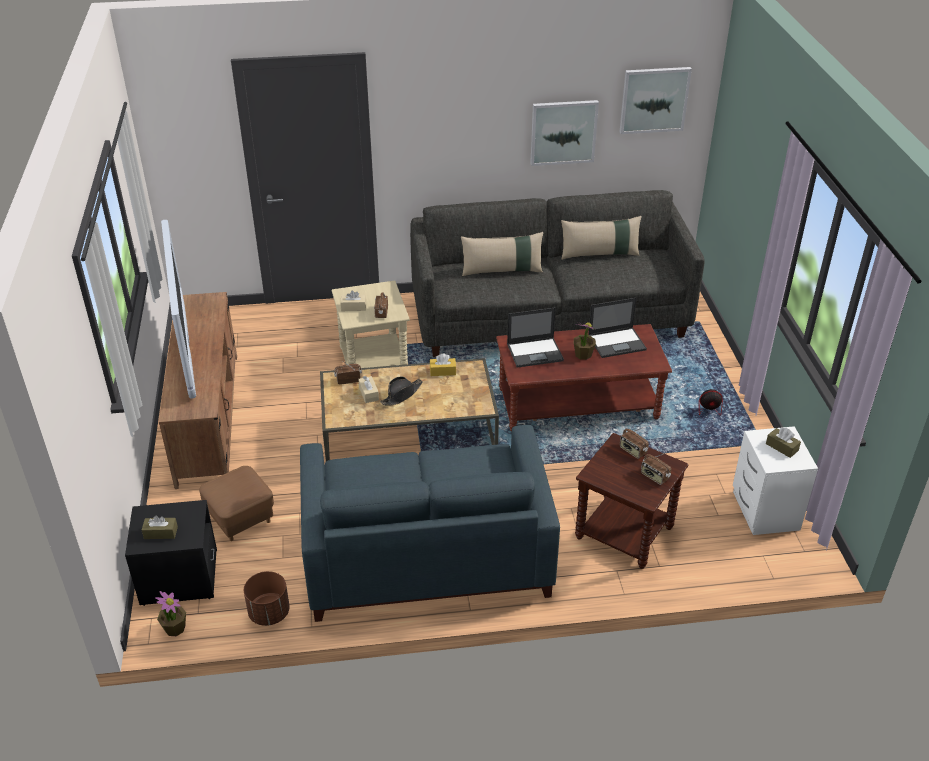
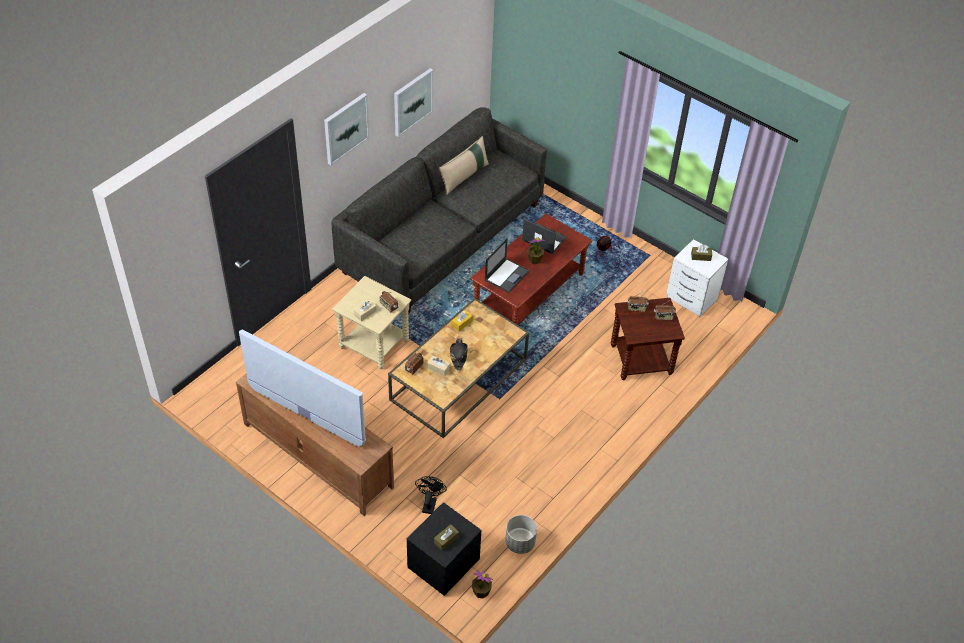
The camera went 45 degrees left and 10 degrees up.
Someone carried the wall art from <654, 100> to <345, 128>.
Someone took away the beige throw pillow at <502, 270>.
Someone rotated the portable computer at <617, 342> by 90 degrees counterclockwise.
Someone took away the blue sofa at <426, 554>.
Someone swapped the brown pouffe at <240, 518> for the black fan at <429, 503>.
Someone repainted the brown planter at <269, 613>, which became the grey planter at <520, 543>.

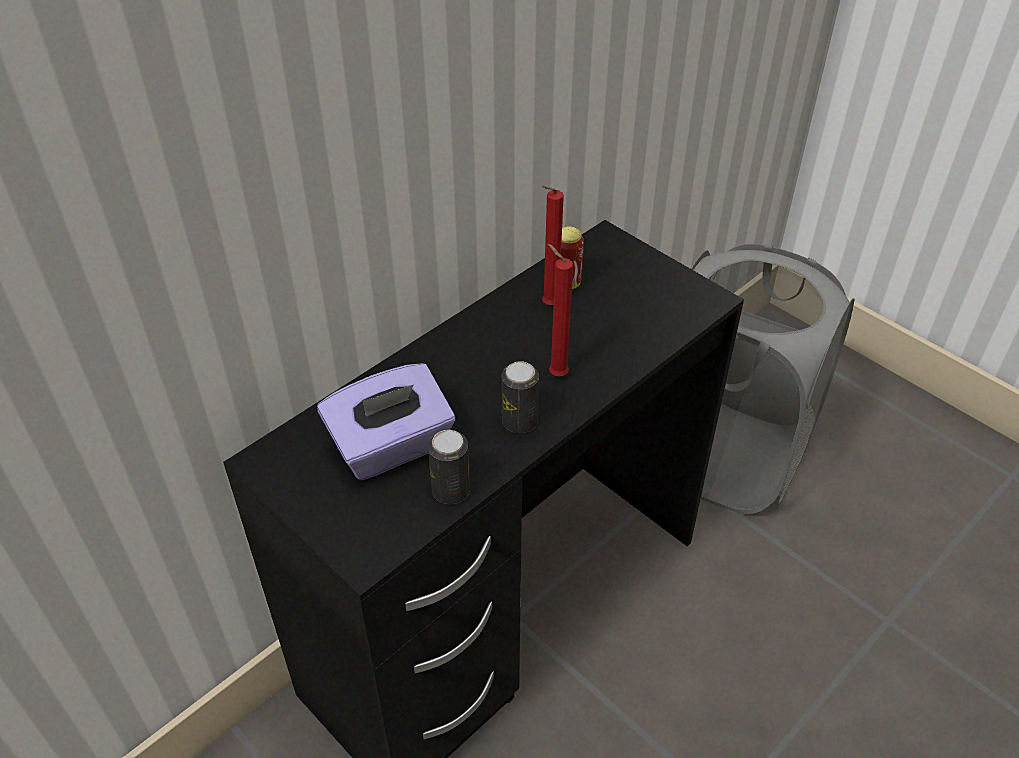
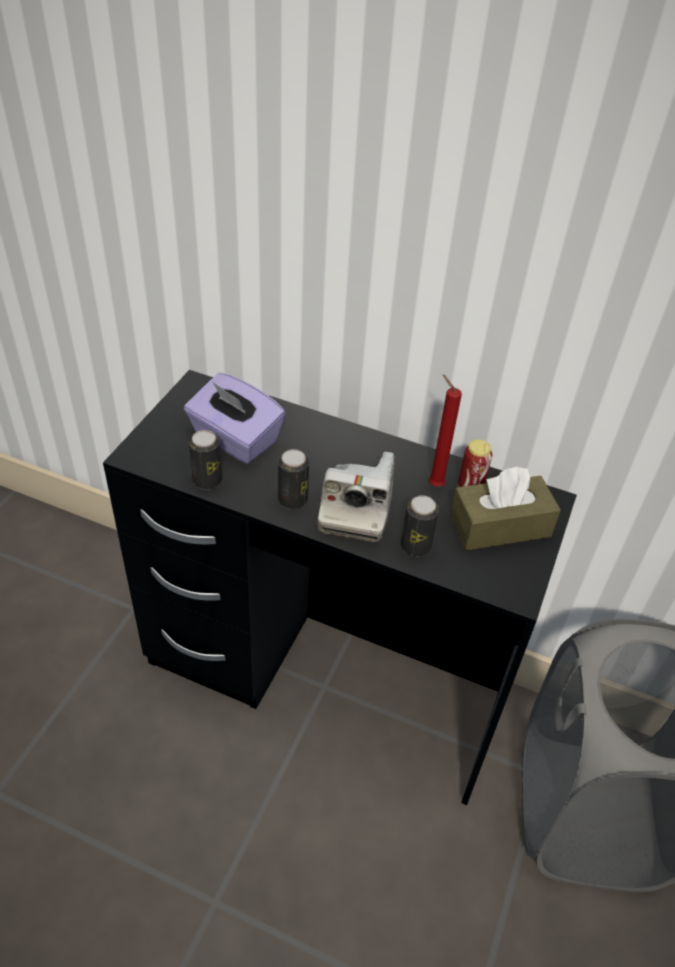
The camera went 65 degrees right and 0 degrees up.
Someone swapped the red-coloured wax light at <555, 374> for the still camera at <356, 508>.
Someone put down the brown box of tissues at <500, 525>.
Someone put down the sealed can at <415, 546>.

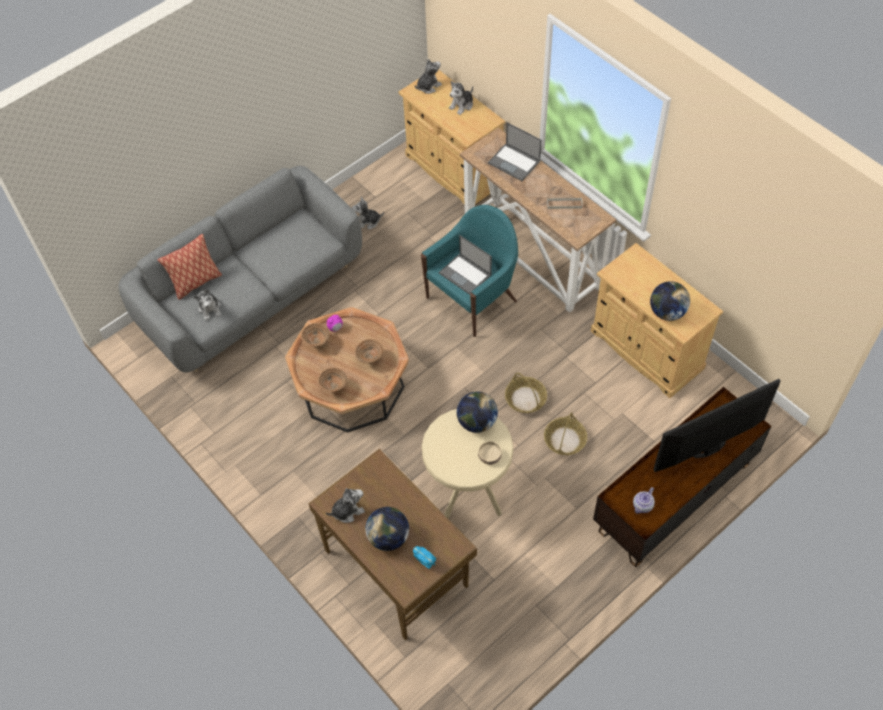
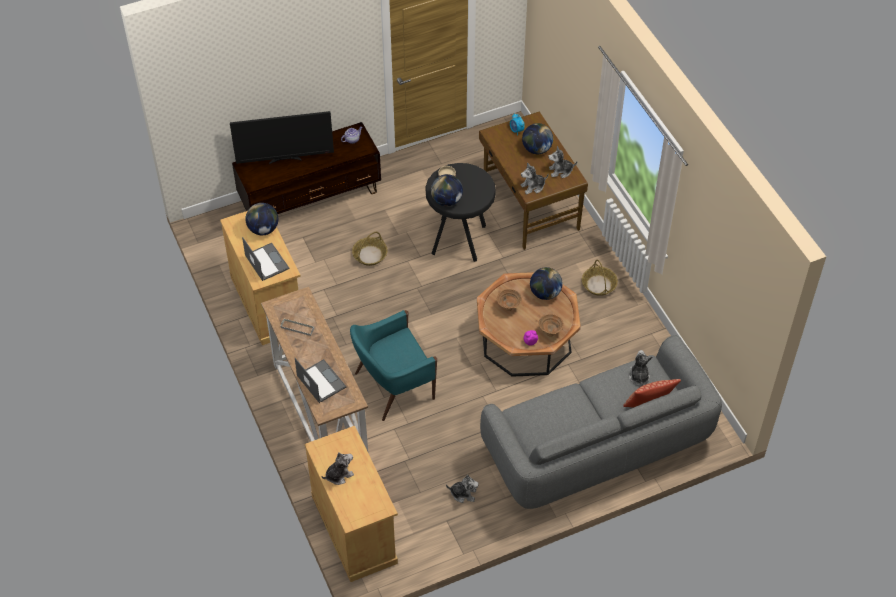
The camera went 165 degrees left and 5 degrees down.
Someone carried the plush toy from <428, 86> to <533, 186>.
Someone carried the portable computer from <465, 274> to <266, 262>.
Someone swapped the brown deep dish at <334, 388> for the desk globe at <545, 293>.
Someone carried the storage basket from <525, 399> to <599, 285>.
Someone repainted the beige sitting stool at <468, 492>, which became the black sitting stool at <460, 239>.

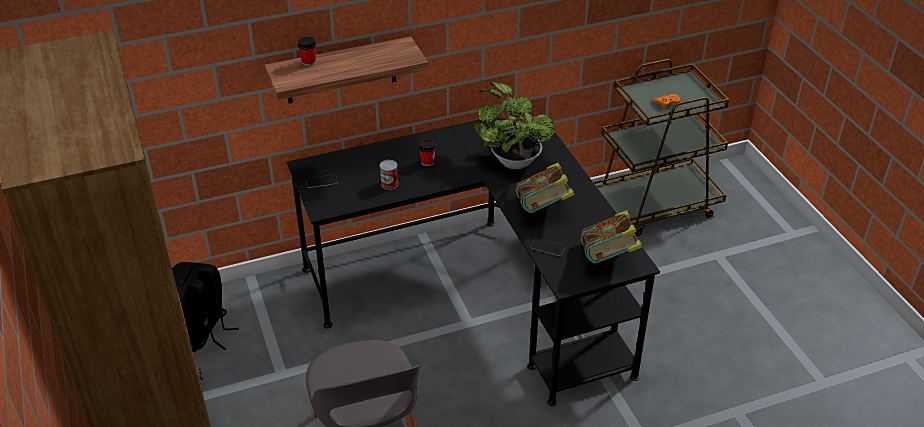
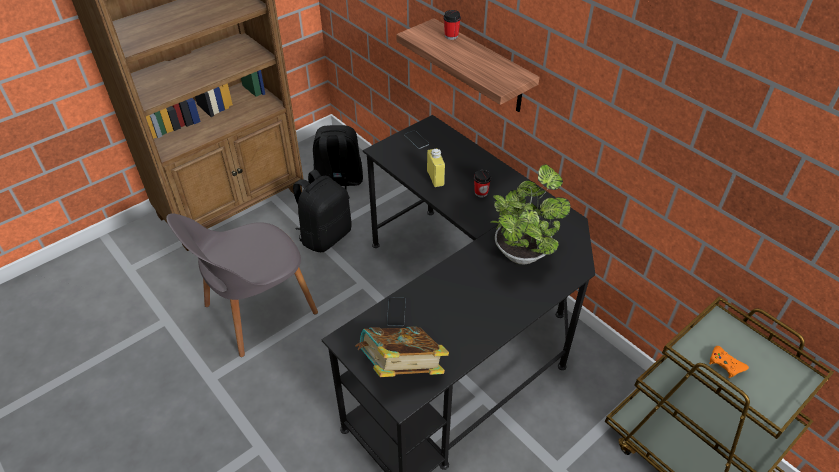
The camera went 70 degrees right and 5 degrees up.
Someone swapped the sealed can at <389, 184> for the yellowish beverage bottle at <435, 178>.
Someone took away the book at <543, 208>.
Someone put down the black knapsack at <325, 236>.

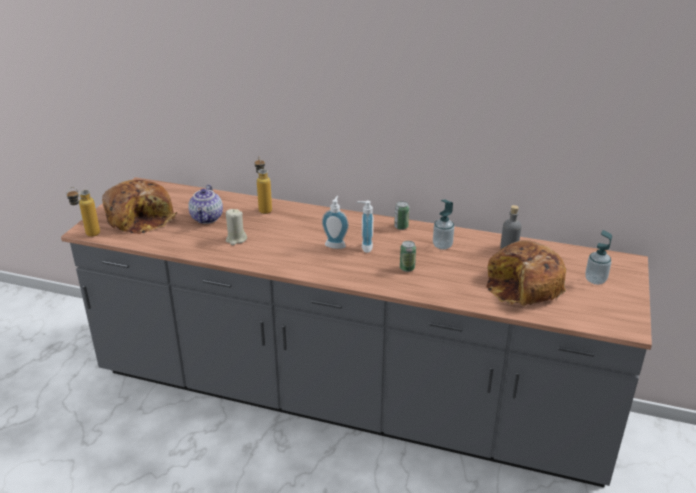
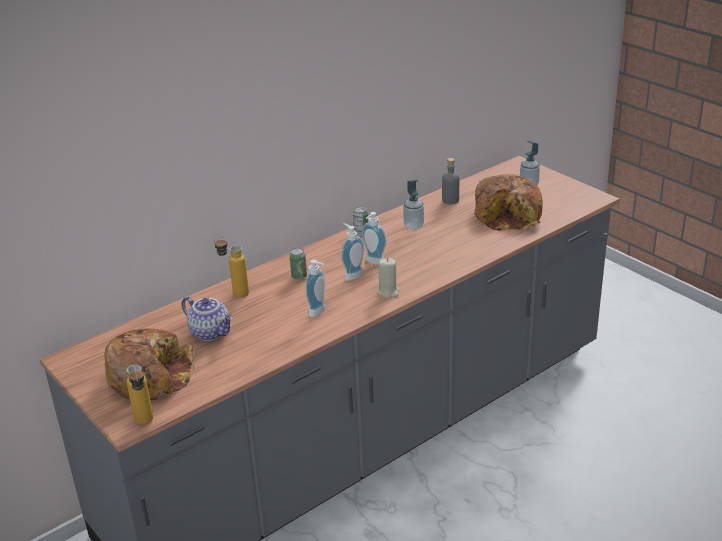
The camera went 55 degrees left and 0 degrees up.
Someone carried the beige wax light from <236, 239> to <388, 291>.
Someone carried the sealed can from <407, 268> to <299, 276>.
Someone put down the soap bottle at <319, 312>.

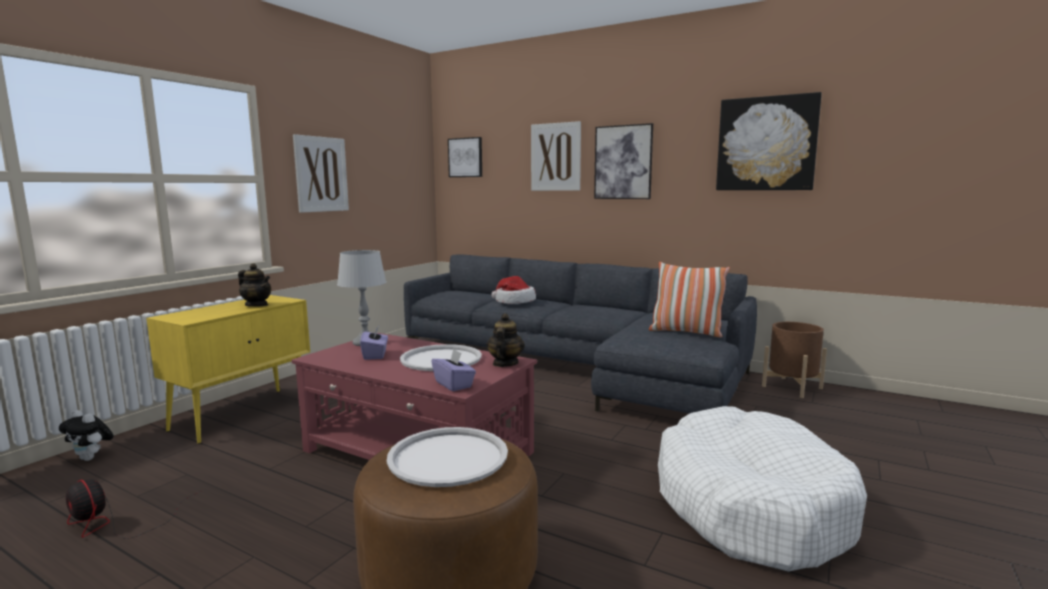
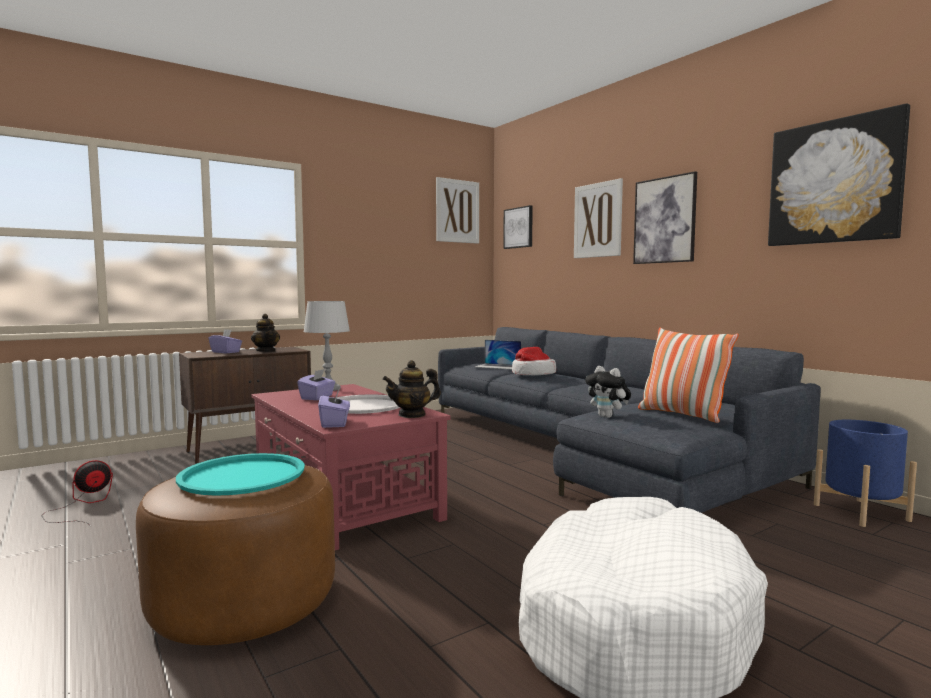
The camera went 25 degrees right and 5 degrees down.
Someone carried the wall art from <321, 174> to <457, 211>.
Someone repainted the yellowish storage cabinet at <244, 414>, which became the brown storage cabinet at <250, 449>.
Someone rotated the pot for tea at <505, 364> by 150 degrees counterclockwise.
Someone repainted the brown planter at <792, 387>, which became the blue planter at <861, 512>.
Someone carried the plush toy from <91, 458> to <608, 417>.
Someone repainted the white serving tray at <447, 457>, which became the turquoise-coloured serving tray at <242, 476>.
Someone rotated the fan at <114, 523> by 75 degrees clockwise.
Someone put down the purplish box of tissues at <226, 352>.
Someone put down the portable computer at <498, 366>.

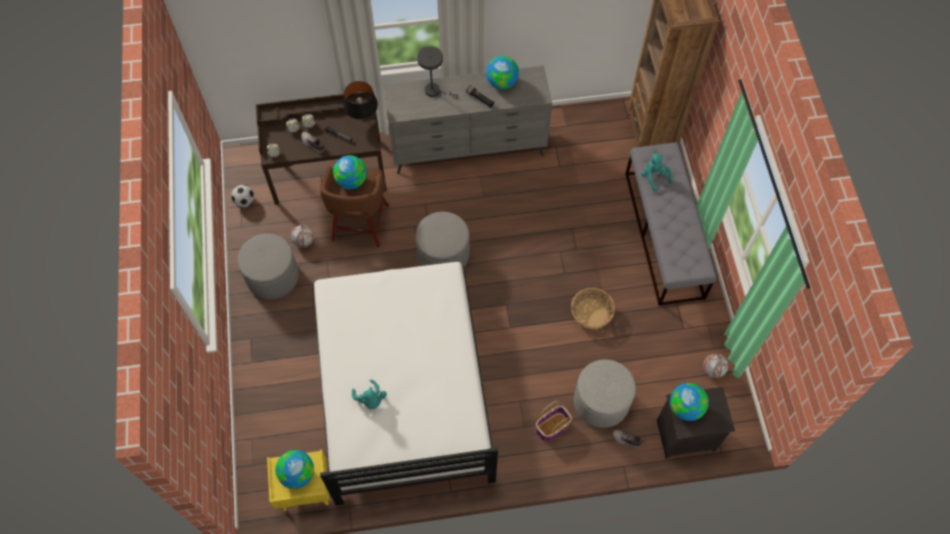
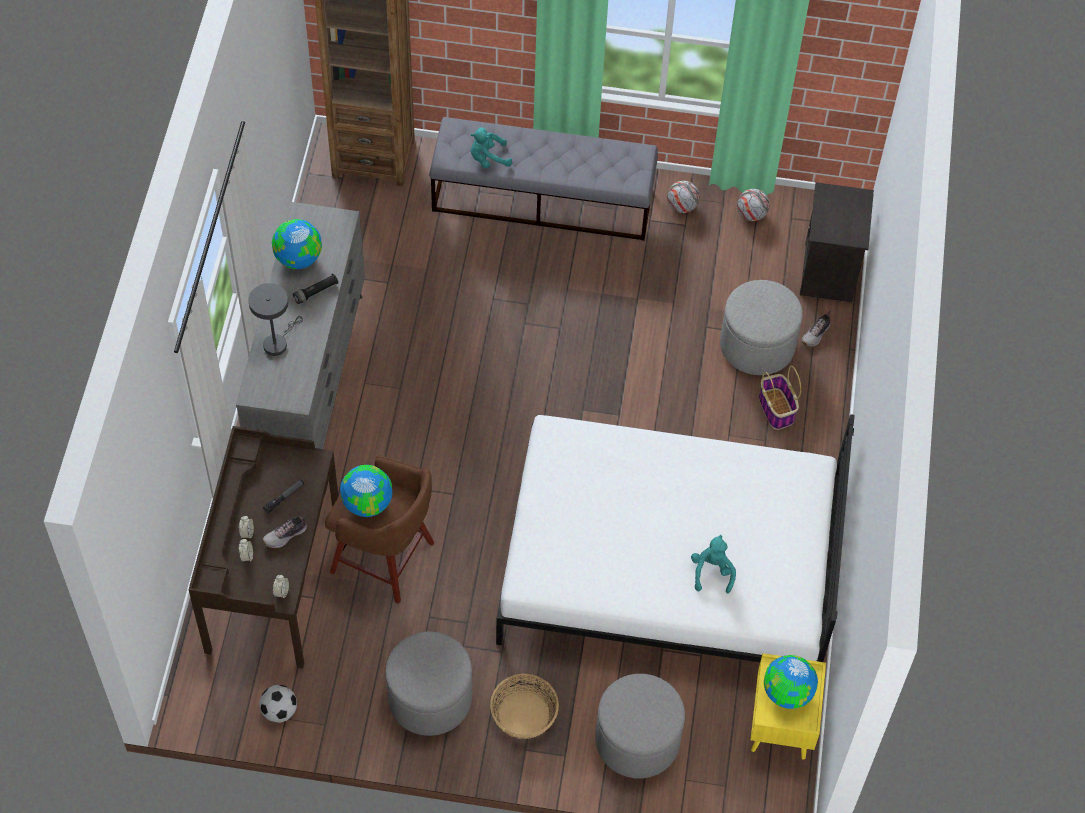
The camera went 75 degrees left and 5 degrees down.
Someone took away the black table lamp at <362, 118>.
Someone carried the grey pouffe from <443, 254> to <637, 740>.
Someone carried the ball for football from <304, 241> to <682, 206>.
Someone carried the storage basket from <591, 313> to <523, 715>.
Someone rotated the turquoise-coloured plush toy at <370, 399> by 75 degrees counterclockwise.
Someone took away the desk globe at <685, 407>.

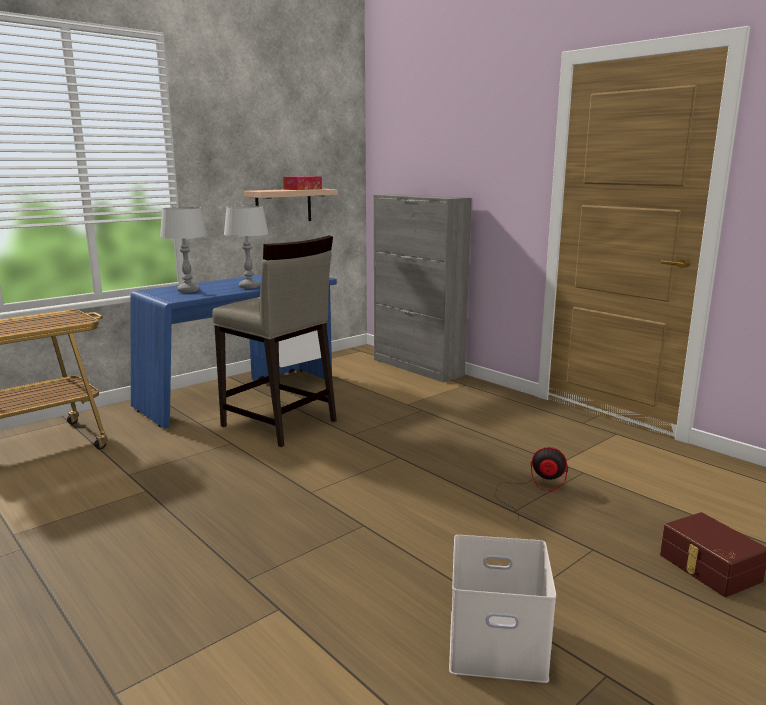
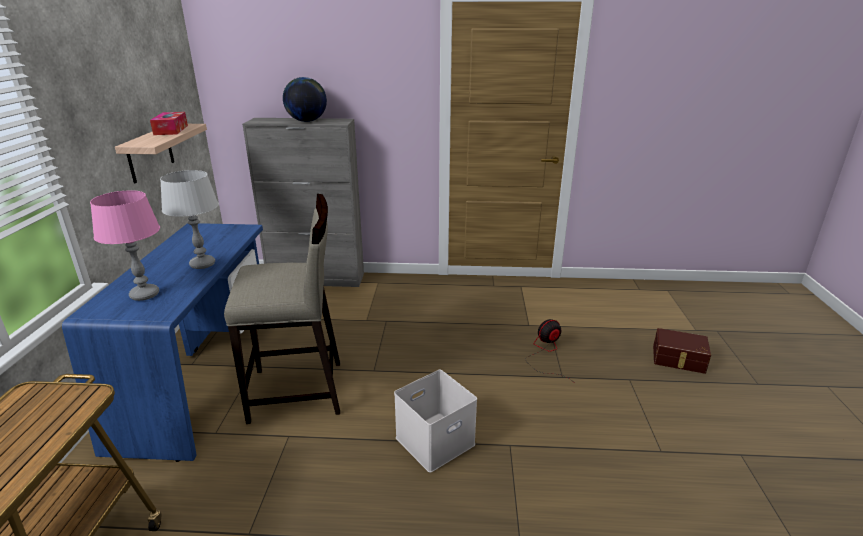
The camera went 45 degrees left and 10 degrees up.
Someone repainted the grey table lamp at <188, 291>, which became the pinkish table lamp at <145, 295>.
Someone carried the white storage box from <499, 642> to <435, 439>.
Someone put down the desk globe at <306, 121>.

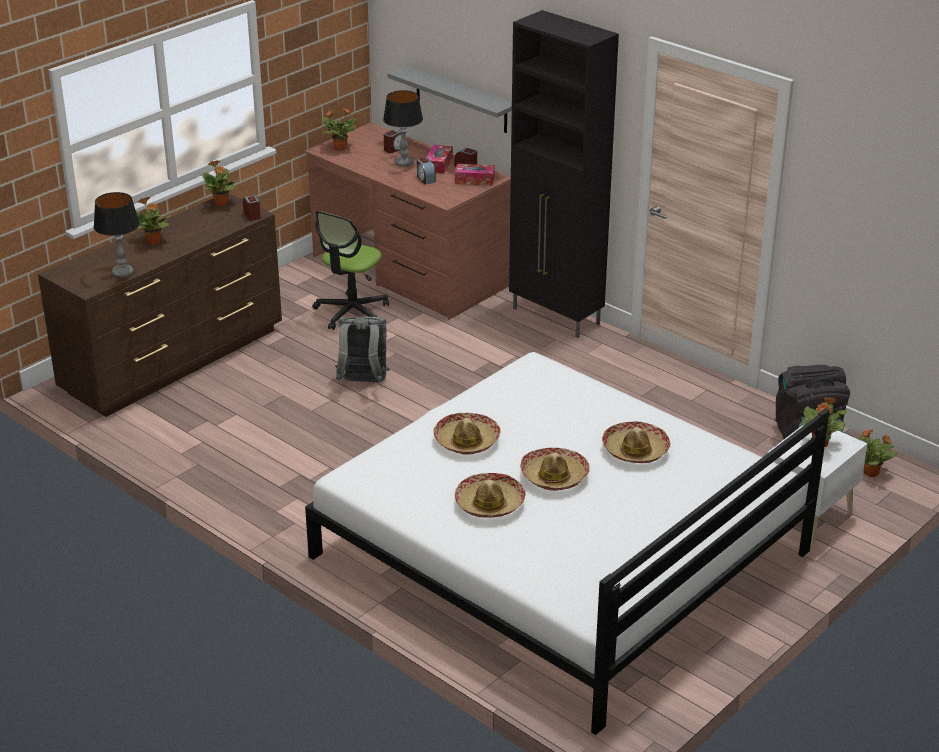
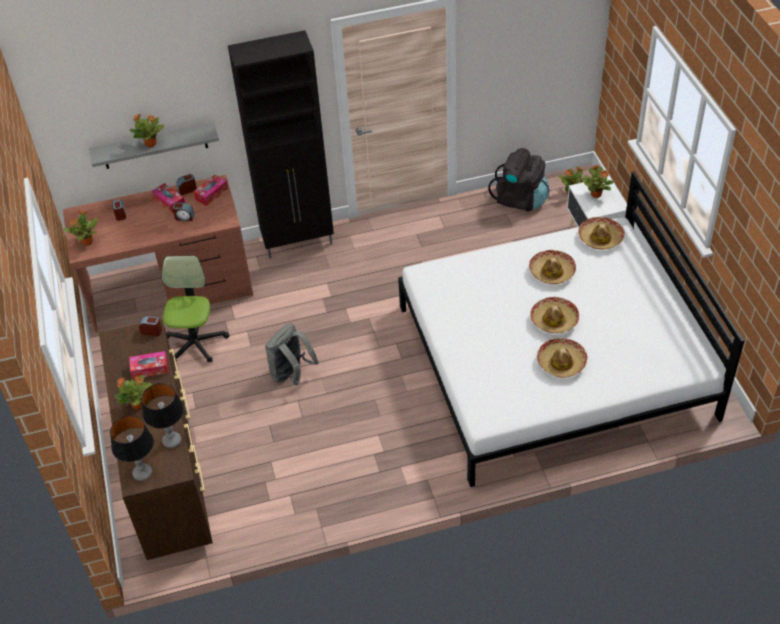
The camera went 55 degrees left and 15 degrees up.
Someone carried the table lamp from <404, 163> to <142, 473>.
Someone carried the houseplant from <221, 204> to <151, 144>.
Someone rotated the desk chair at <351, 312> by 150 degrees counterclockwise.
Someone carried the clothing hat from <467, 441> to <600, 238>.
Someone put down the box of tissues at <150, 368>.

